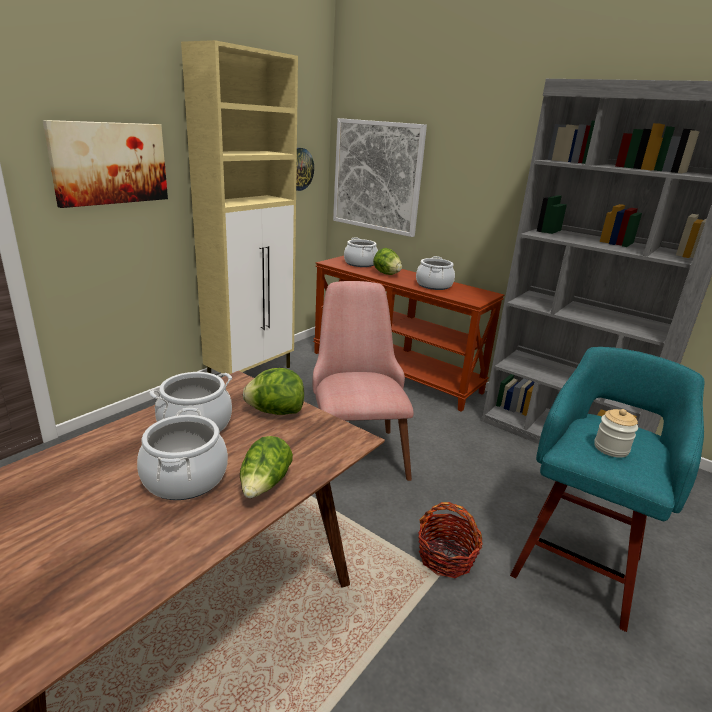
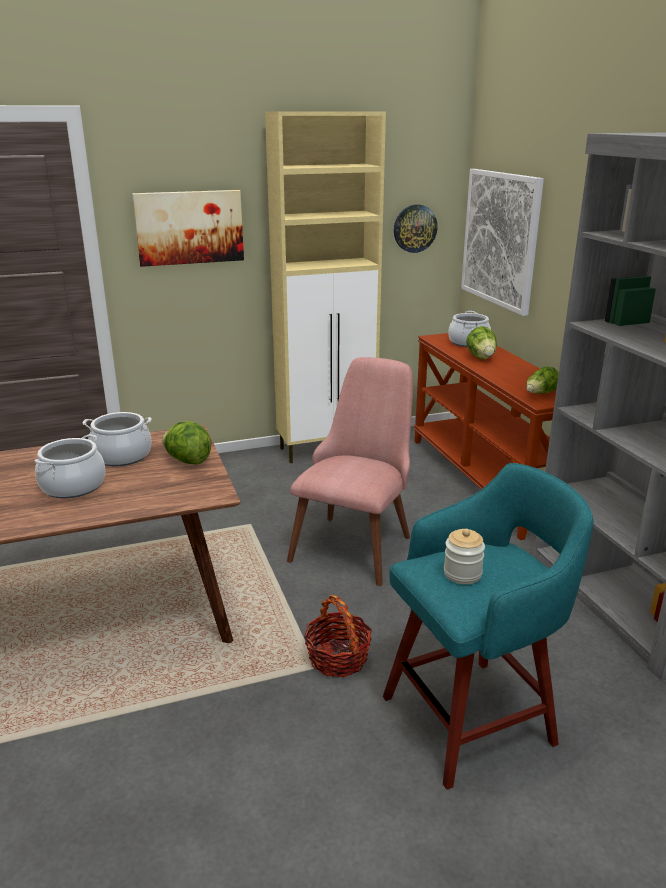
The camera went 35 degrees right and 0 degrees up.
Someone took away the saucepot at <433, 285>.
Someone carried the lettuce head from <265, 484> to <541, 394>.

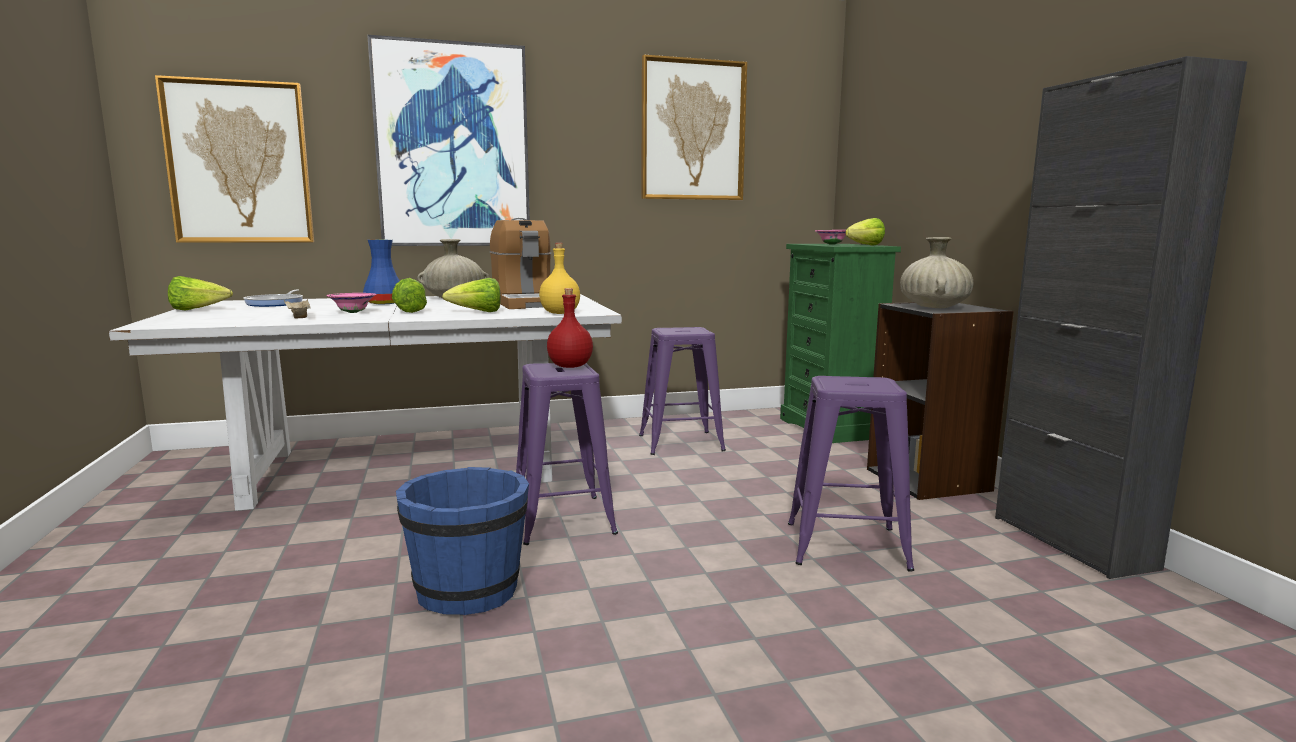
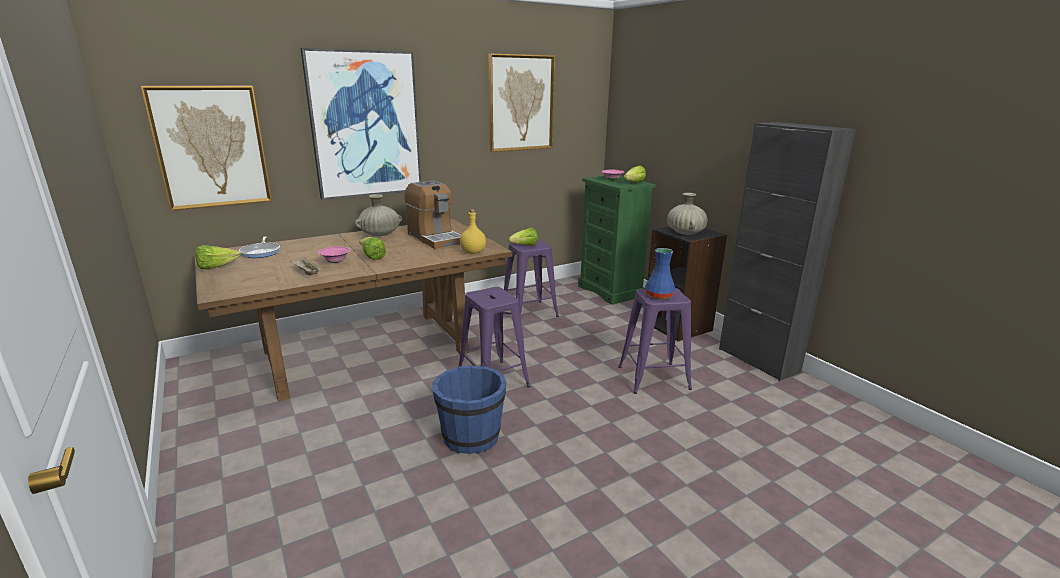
The camera went 15 degrees left and 10 degrees up.
Someone carried the blue vase from <385, 303> to <659, 296>.
Someone carried the lettuce head from <477, 312> to <524, 246>.
Someone took away the red-coloured beverage bottle at <569, 366>.
Someone repainted the white dining table at <408, 466>, which became the brown dining table at <367, 351>.

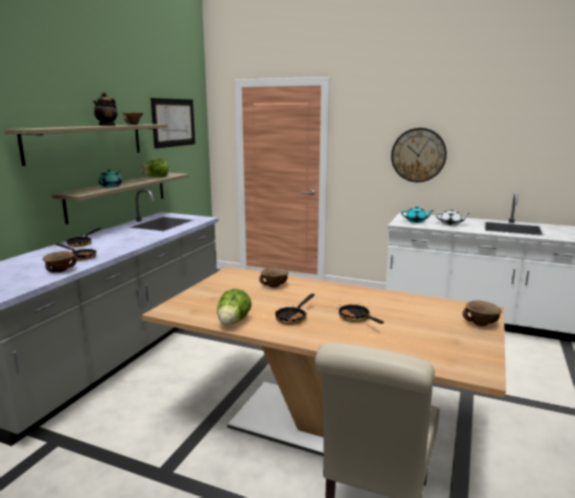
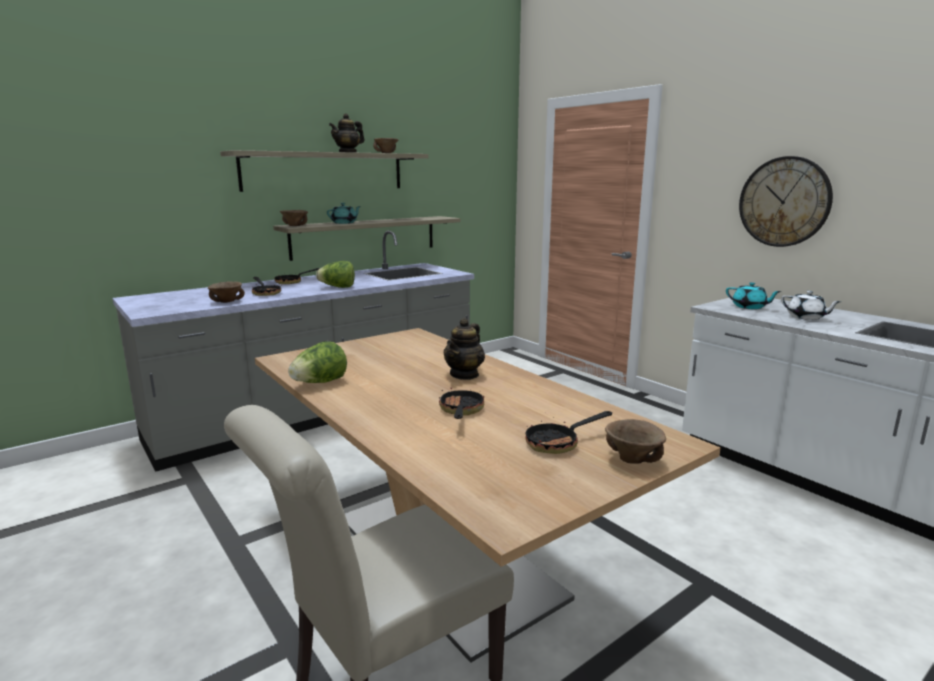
The camera went 30 degrees right and 0 degrees up.
Someone took away the wall art at <174, 122>.
Someone carried the lettuce head from <156, 177> to <338, 287>.
Someone carried the brown deep dish from <274, 286> to <294, 226>.
Someone carried the pan from <294, 317> to <558, 443>.
Someone put down the pot for tea at <464, 375>.

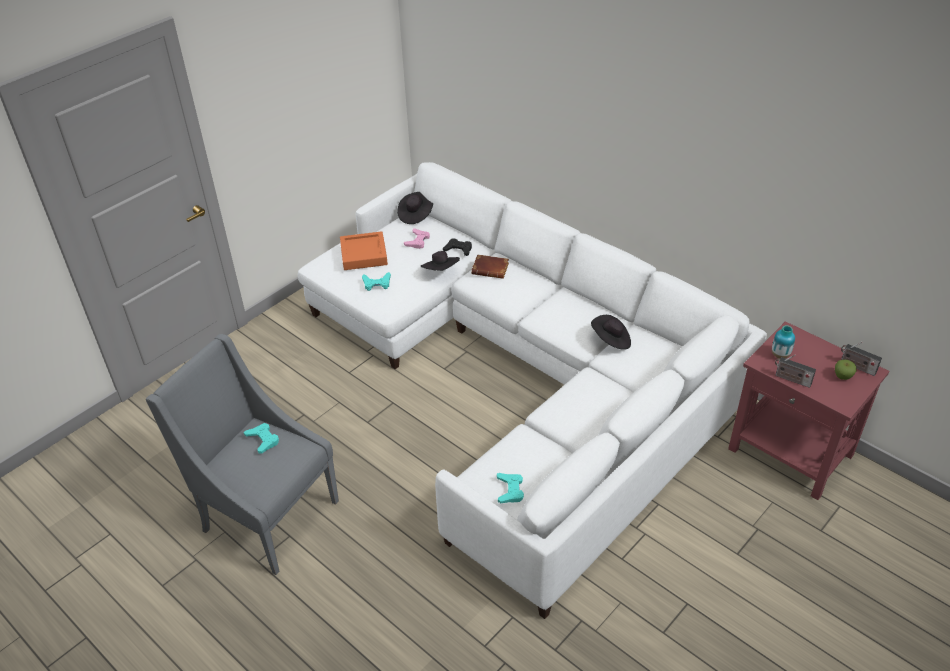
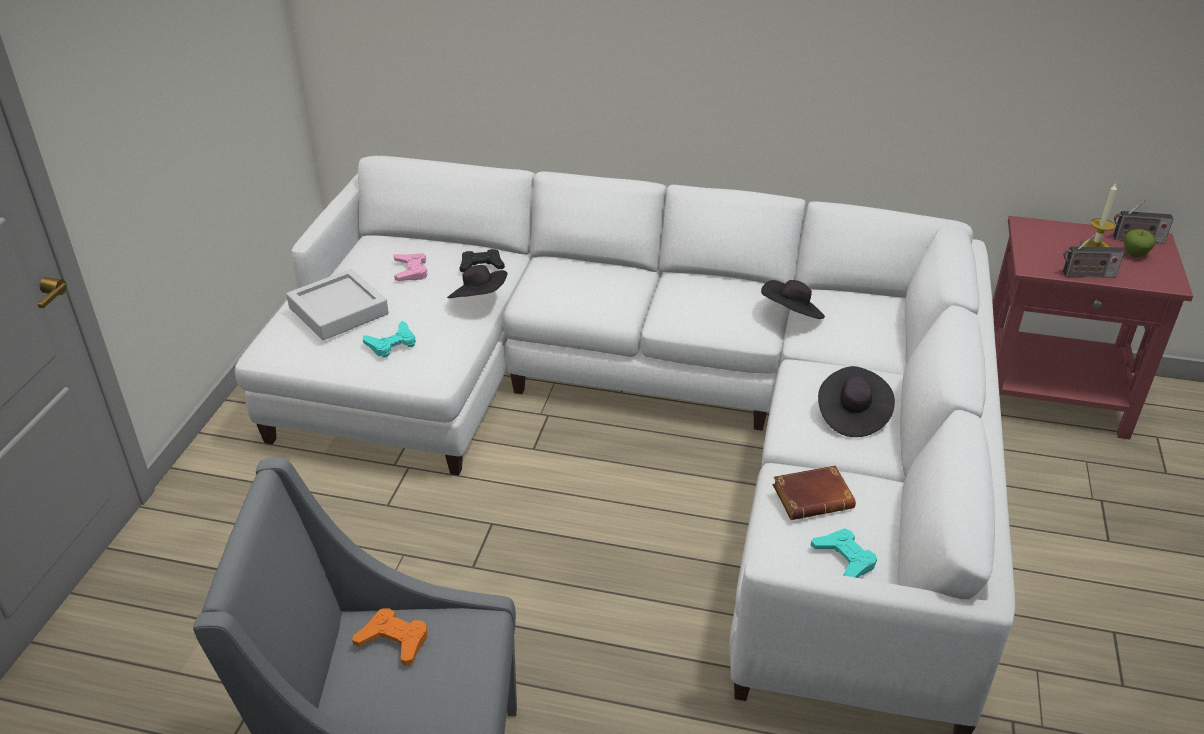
The camera went 30 degrees left and 5 degrees down.
Someone carried the black clothing hat from <415, 215> to <852, 415>.
Someone repainted the orangey serving tray at <364, 254>, which became the grey serving tray at <338, 311>.
Someone carried the brown book from <491, 269> to <813, 497>.
Someone took away the vase at <780, 355>.
Someone repainted the turquoise-coloured gamepad at <263, 440>, which became the orangey gamepad at <394, 640>.
Someone put down the wax light at <1095, 246>.

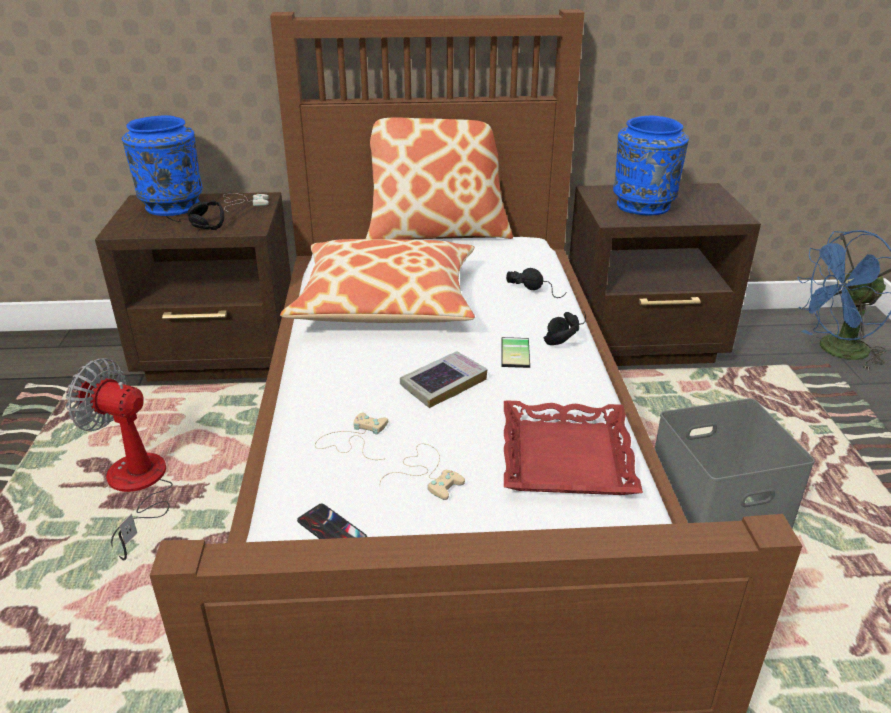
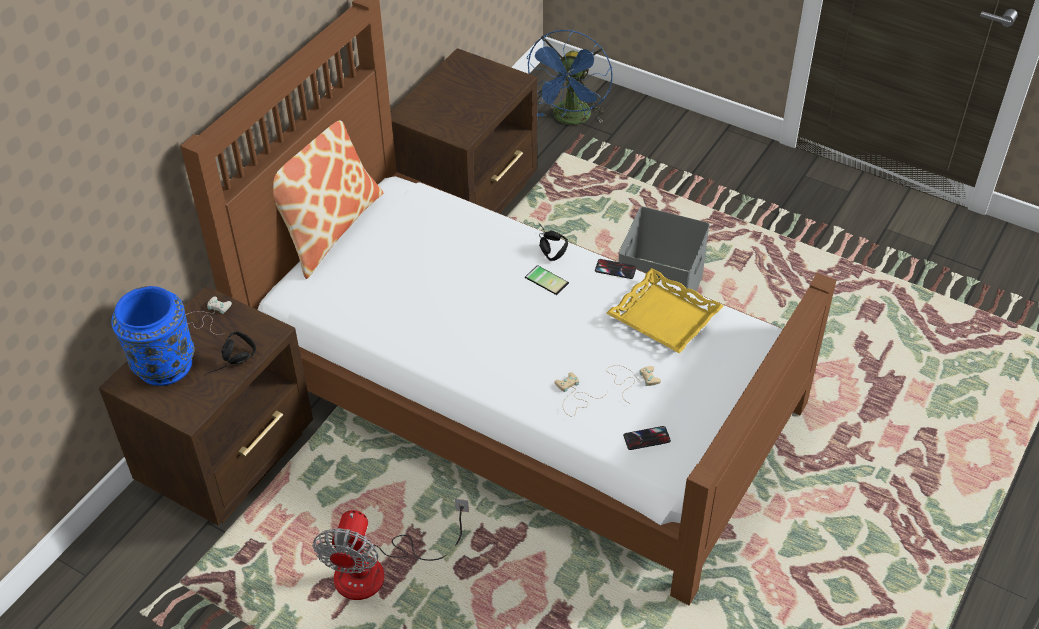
The camera went 55 degrees left and 15 degrees up.
Someone took away the blue vase at <643, 206>.
Someone took away the throw pillow at <386, 301>.
Someone took away the black headset at <536, 291>.
Someone took away the book at <443, 384>.
Someone rotated the fan at <136, 489> by 45 degrees counterclockwise.
Someone repainted the red-coloured serving tray at <567, 458>, which became the yellowish serving tray at <664, 317>.
Someone put down the telephone at <615, 269>.

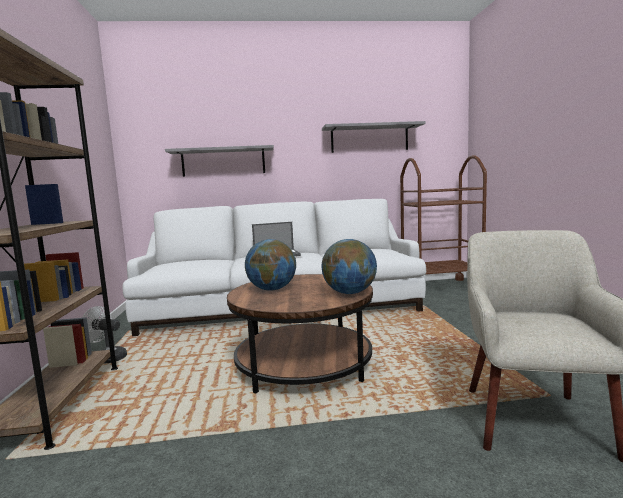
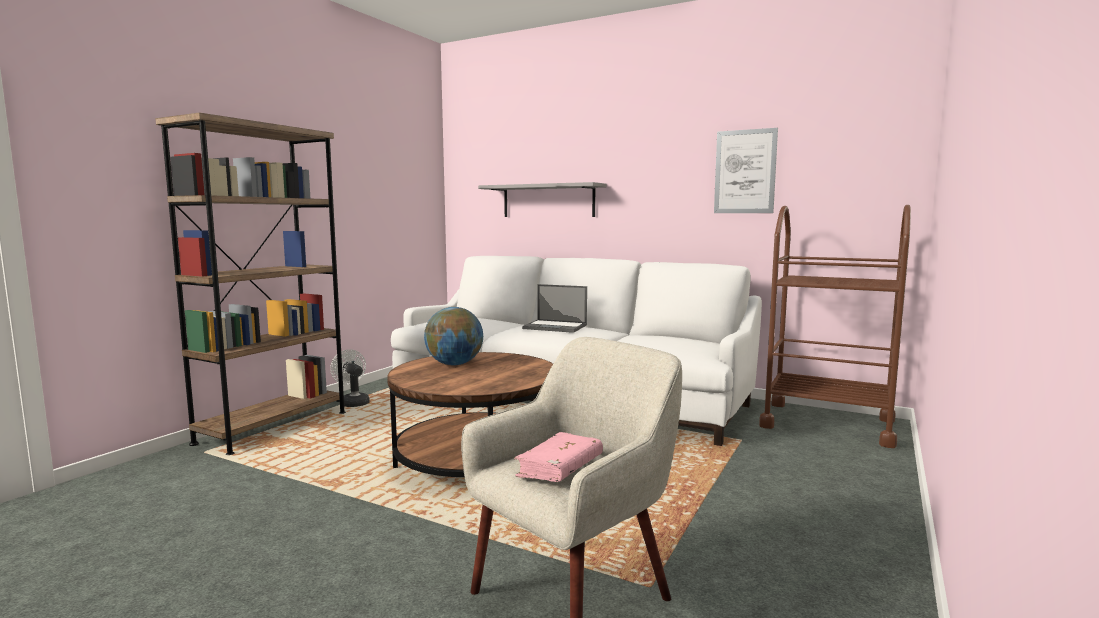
The camera went 35 degrees right and 0 degrees up.
Someone swapped the grey bracket shelf at <369, 138> for the wall art at <745, 171>.
Someone took away the desk globe at <350, 293>.
Someone put down the pinkish book at <560, 468>.

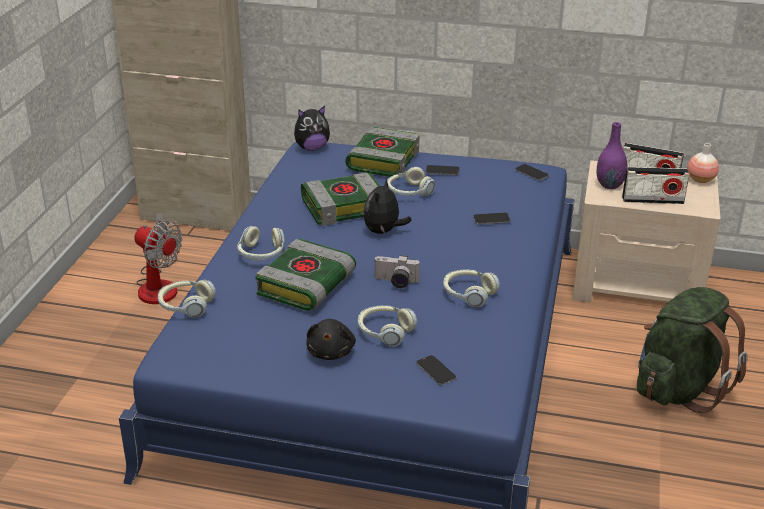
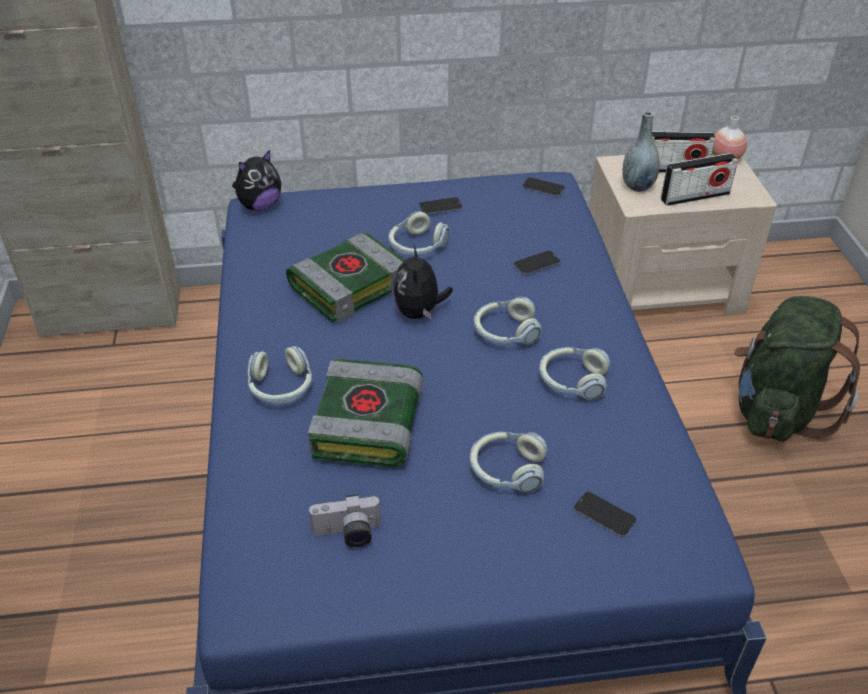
The camera went 20 degrees left and 10 degrees up.
Someone repainted the purplish vase at <609, 185>, which became the grey vase at <637, 186>.
Someone took away the book at <382, 160>.
Someone took away the fan at <159, 284>.
Someone carried the still camera from <395, 282> to <347, 534>.
Someone carried the headset from <186, 306> to <505, 332>.
Someone took away the black plush toy at <331, 352>.

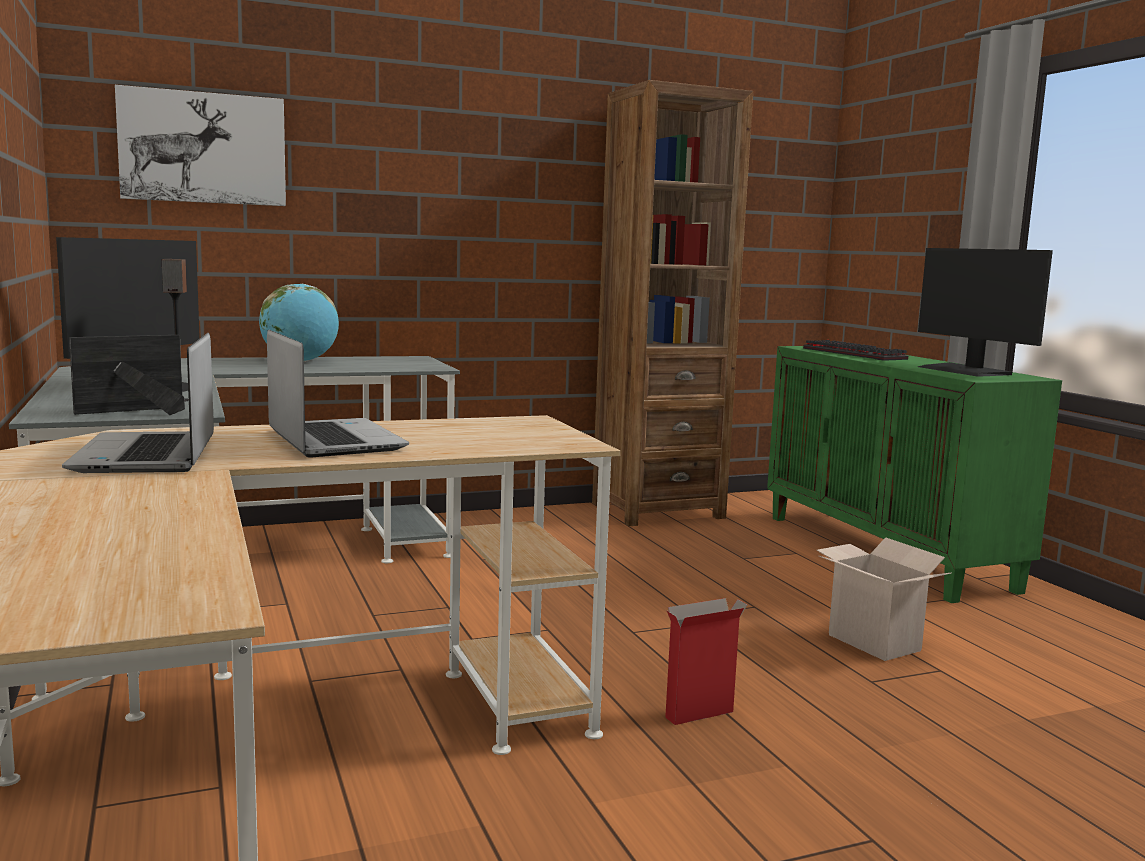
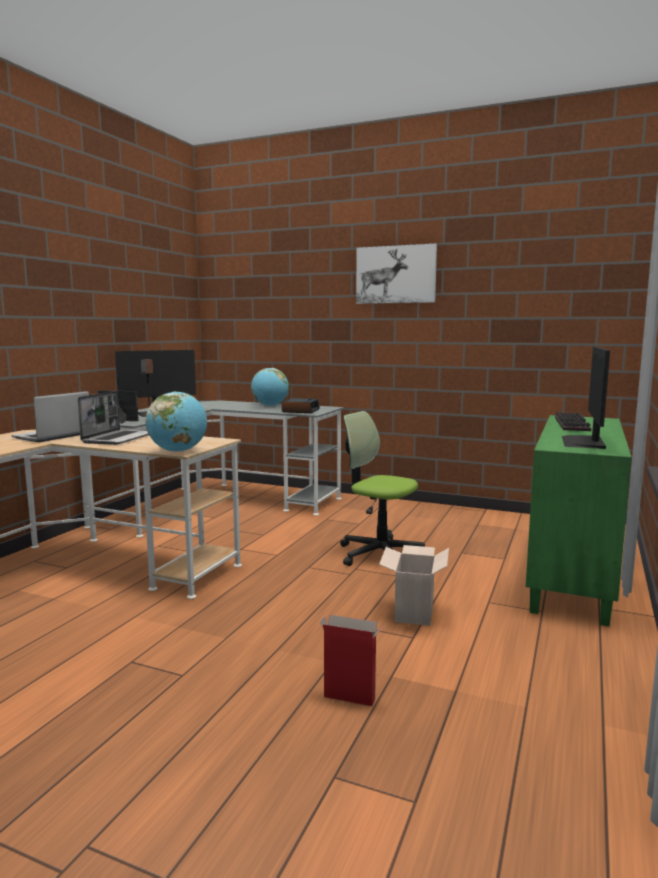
The camera went 45 degrees right and 0 degrees up.
Someone took away the brown shelving unit at <657, 510>.
Someone carried the wall art from <203, 148> to <396, 275>.
Someone carried the packing box from <700, 714> to <350, 698>.
Someone put down the desk globe at <178, 451>.
Someone put down the table clock at <300, 410>.
Someone put down the desk chair at <379, 554>.

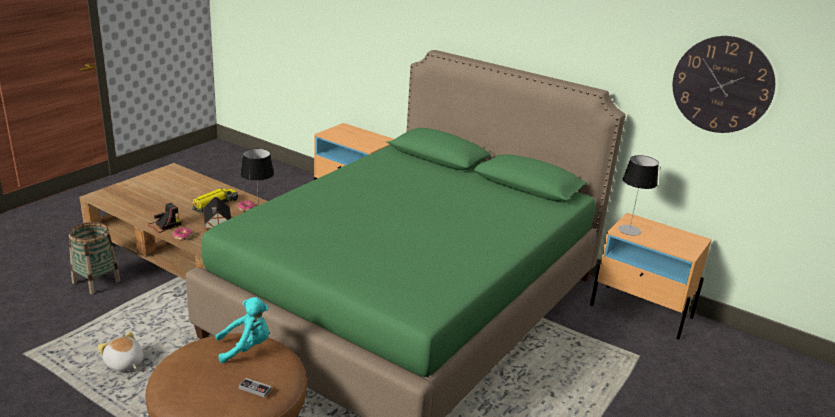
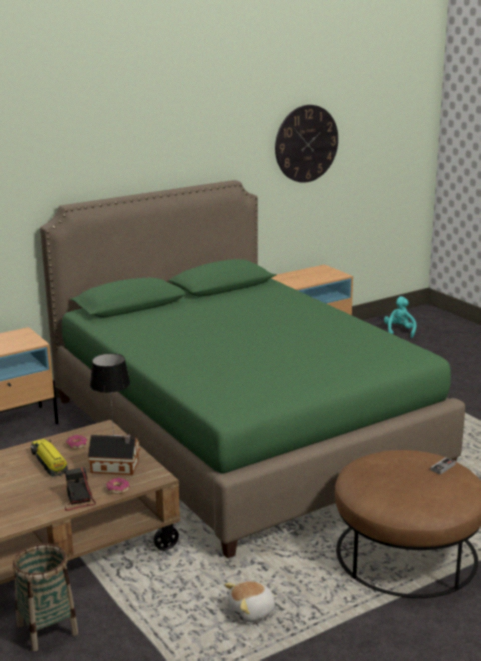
The camera went 65 degrees left and 5 degrees down.
Someone took away the table lamp at <629, 230>.
Someone carried the turquoise-coloured plush toy from <246, 348> to <399, 332>.

